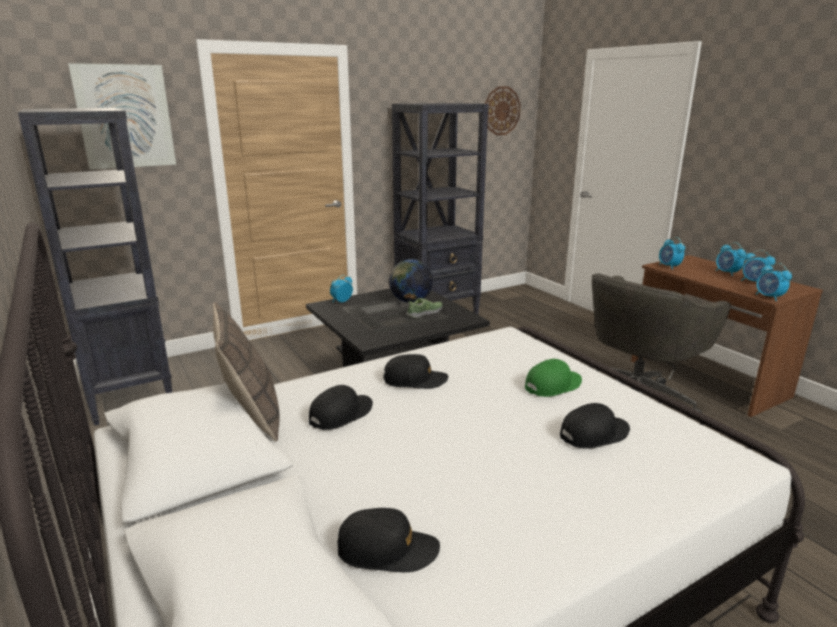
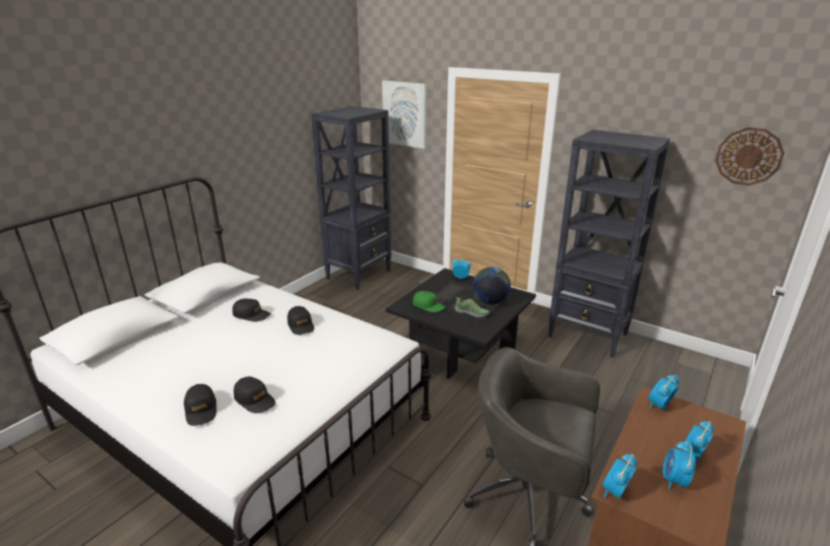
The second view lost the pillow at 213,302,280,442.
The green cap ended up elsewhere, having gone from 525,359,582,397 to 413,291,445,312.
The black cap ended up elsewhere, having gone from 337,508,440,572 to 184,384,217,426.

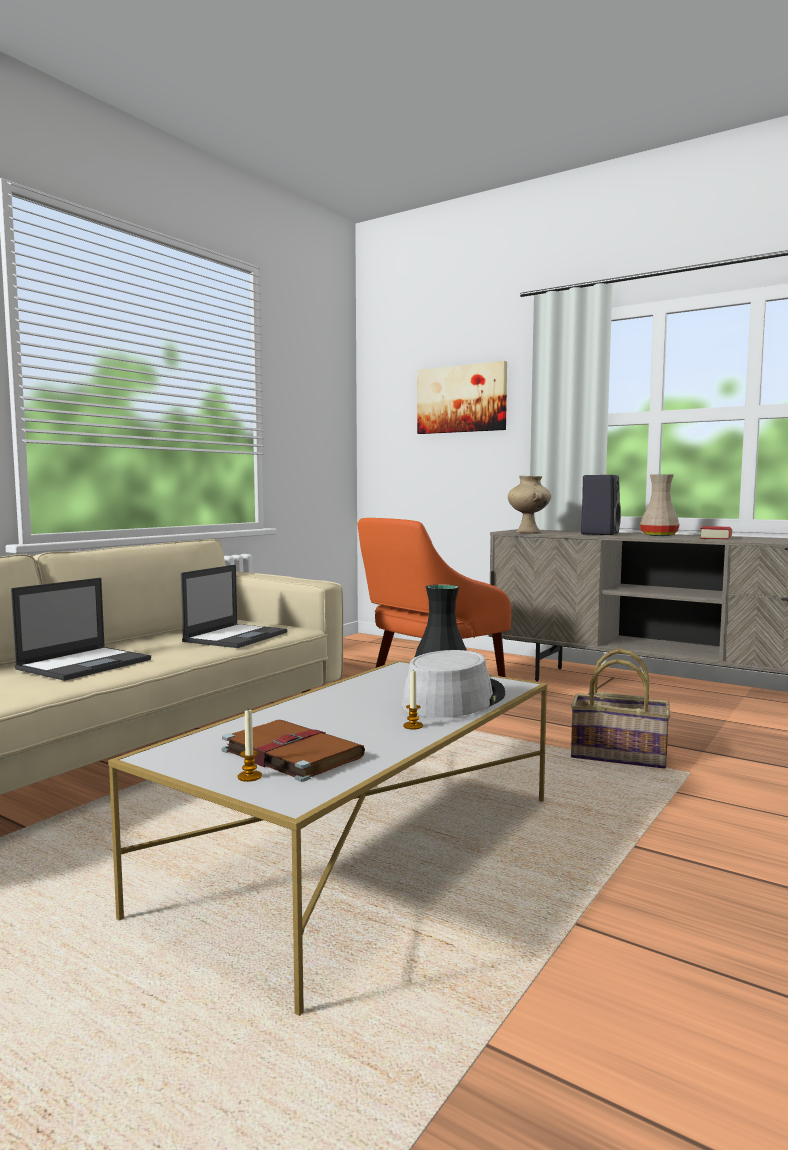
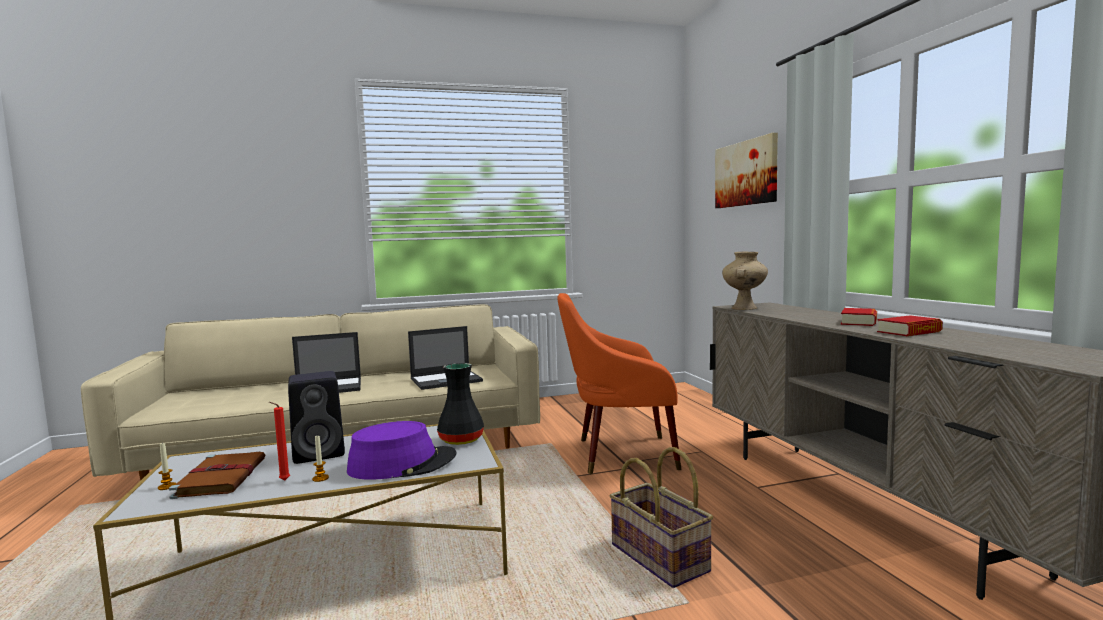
Where the beige vase stood at 640,474,680,536, the book came to stand at 841,308,877,326.
The black speaker ended up elsewhere, having gone from 581,475,621,535 to 288,371,345,464.
What was the grey hat at 402,650,506,718 turned into the purple hat at 347,421,457,480.
The second view gained the red candle at 269,402,290,480.

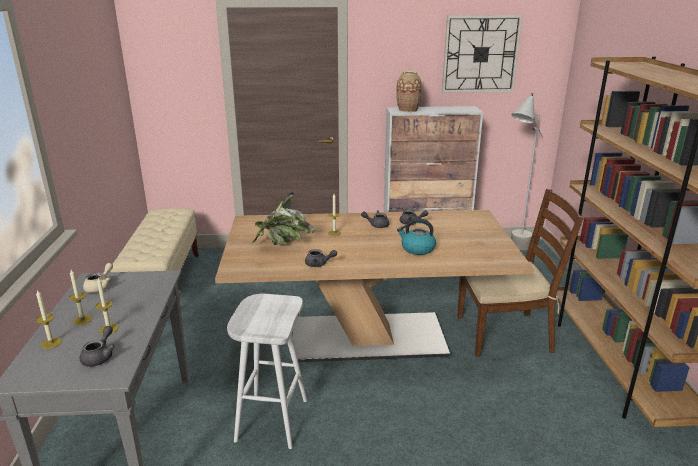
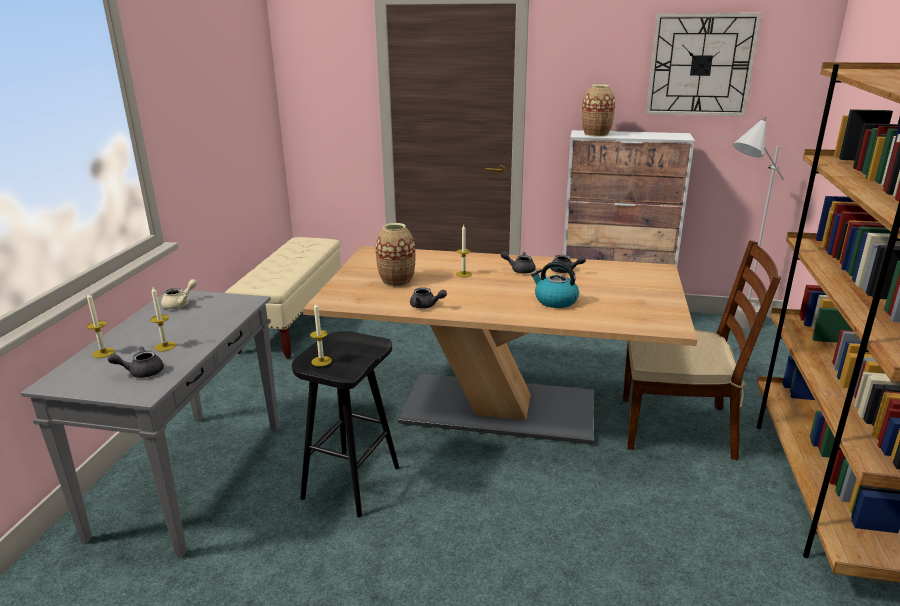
Where the potted plant stood at 252,192,315,245, the vase came to stand at 376,223,415,287.
The candle ended up elsewhere, having gone from 69,270,93,325 to 310,303,332,367.
What was the white stool at 227,294,307,449 turned into the black stool at 292,331,399,517.
The grey teapot at 80,326,115,367 ended up facing another way, 135 degrees counterclockwise from before.

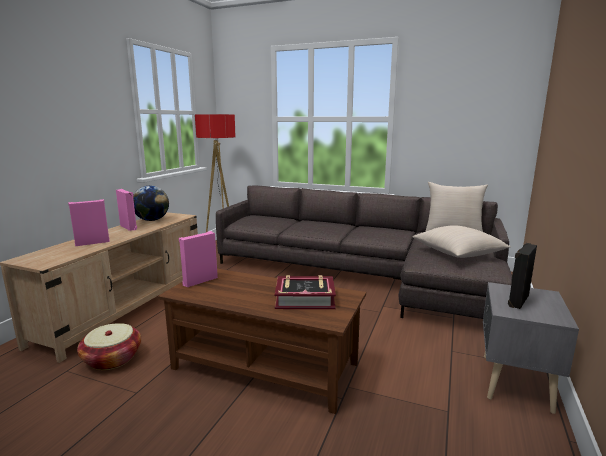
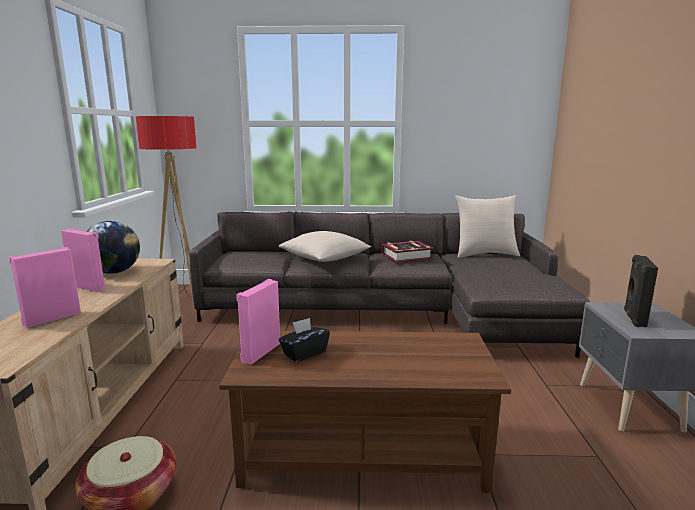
The beige pillow ended up elsewhere, having gone from 413,225,511,258 to 278,231,371,262.
The book ended up elsewhere, having gone from 275,275,336,309 to 382,241,434,263.
The second view gained the black tissue box at 279,318,330,362.

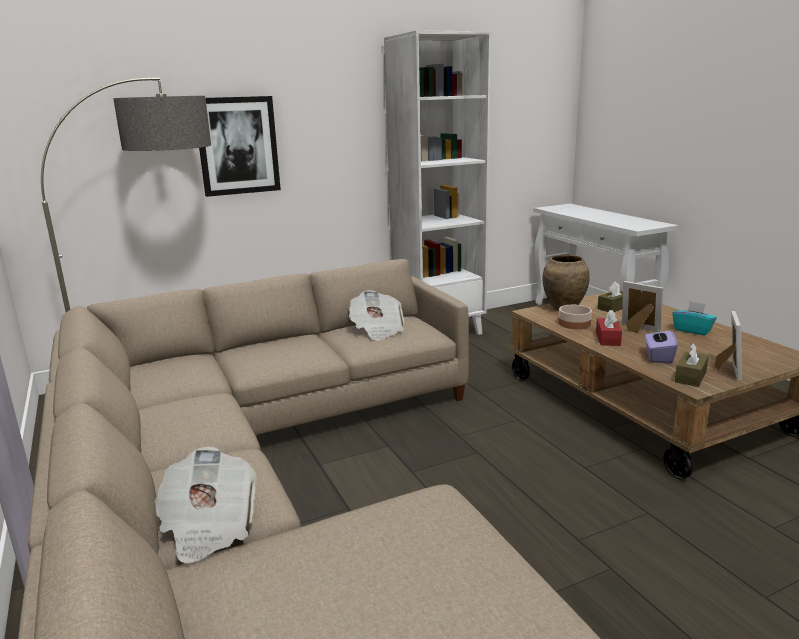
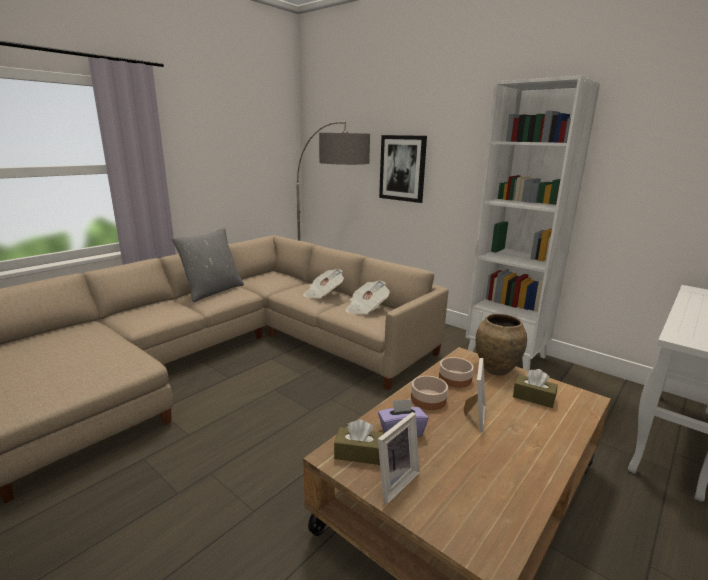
The second view lost the turquoise tissue box at 672,301,717,335.
Where the red tissue box stood at 596,310,622,346, the bowl came to stand at 411,376,448,410.
The picture frame at 715,311,742,381 ended up facing another way, 45 degrees counterclockwise from before.
The newspaper ended up elsewhere, having gone from 154,447,257,564 to 303,269,344,299.
The second view gained the grey pillow at 171,228,244,303.

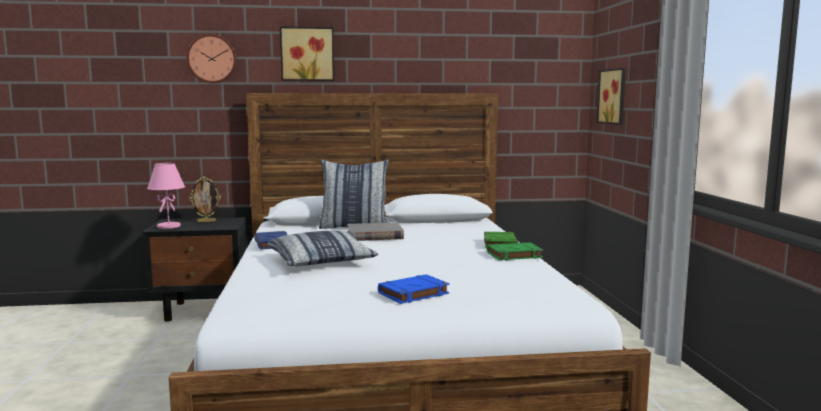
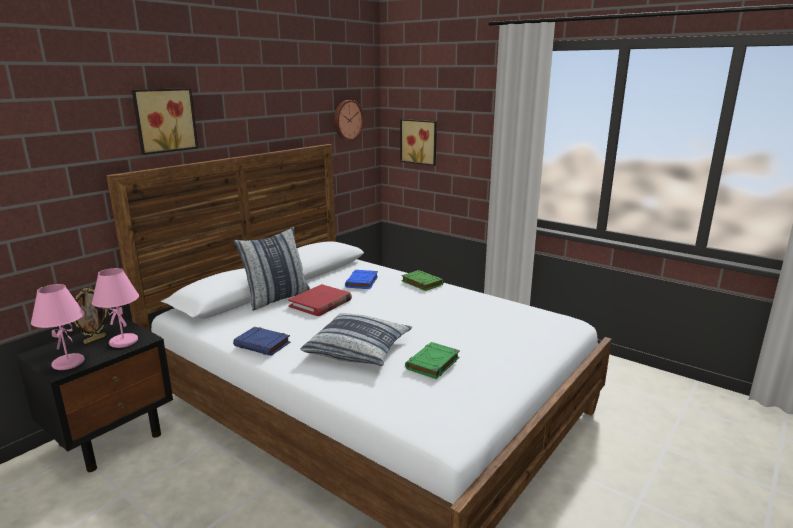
The wall clock ended up elsewhere, having gone from 187,34,237,83 to 334,100,364,141.
What was the grey book at 347,222,404,241 turned into the red book at 288,284,352,316.
The green book ended up elsewhere, having gone from 487,242,543,260 to 405,342,460,379.
The blue book ended up elsewhere, having gone from 378,274,449,304 to 345,270,378,289.
The second view gained the pink table lamp at 92,268,139,348.

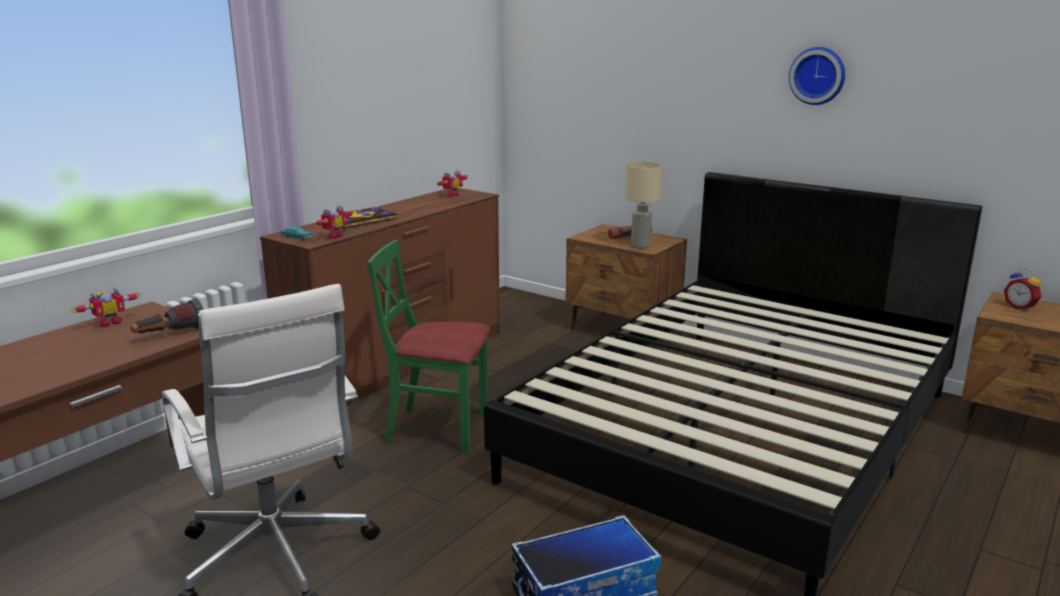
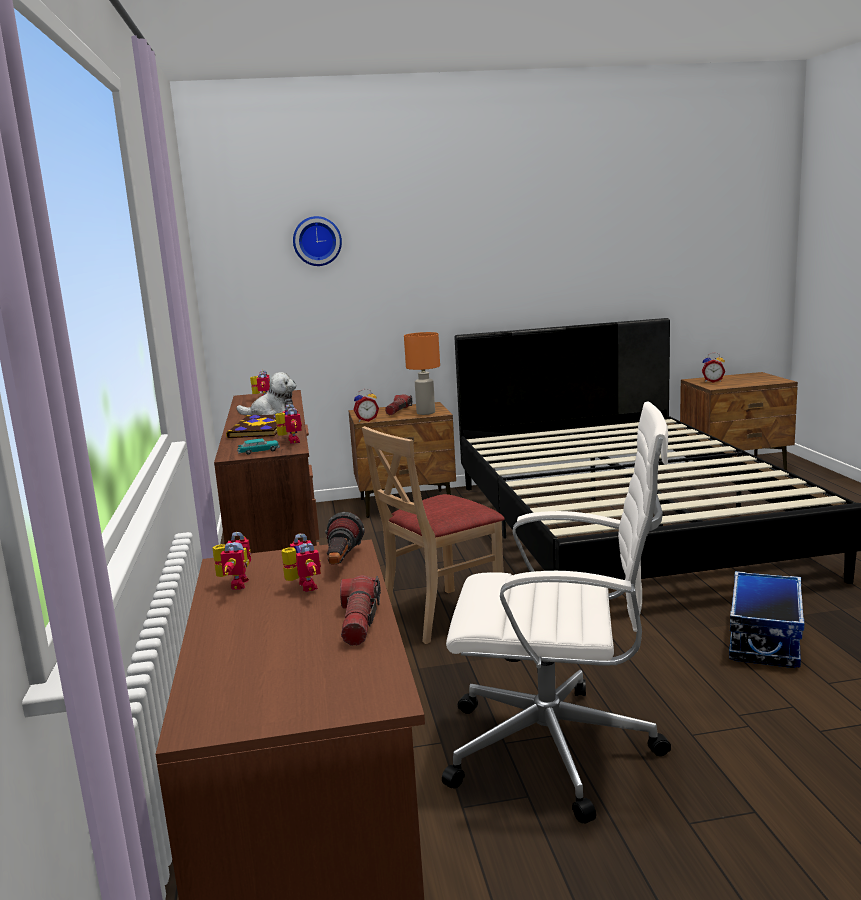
The wall clock ended up elsewhere, having gone from 789,47,845,105 to 293,216,342,266.
What was the beige table lamp at 625,161,663,249 turned into the orange table lamp at 404,332,440,415.
What was the green chair at 367,240,490,454 turned into the beige chair at 362,426,505,644.
The second view gained the plush toy at 236,372,296,415.
The second view gained the alarm clock at 353,389,379,422.
The second view gained the toy robot at 281,533,321,592.
The second view gained the flashlight at 340,575,381,646.

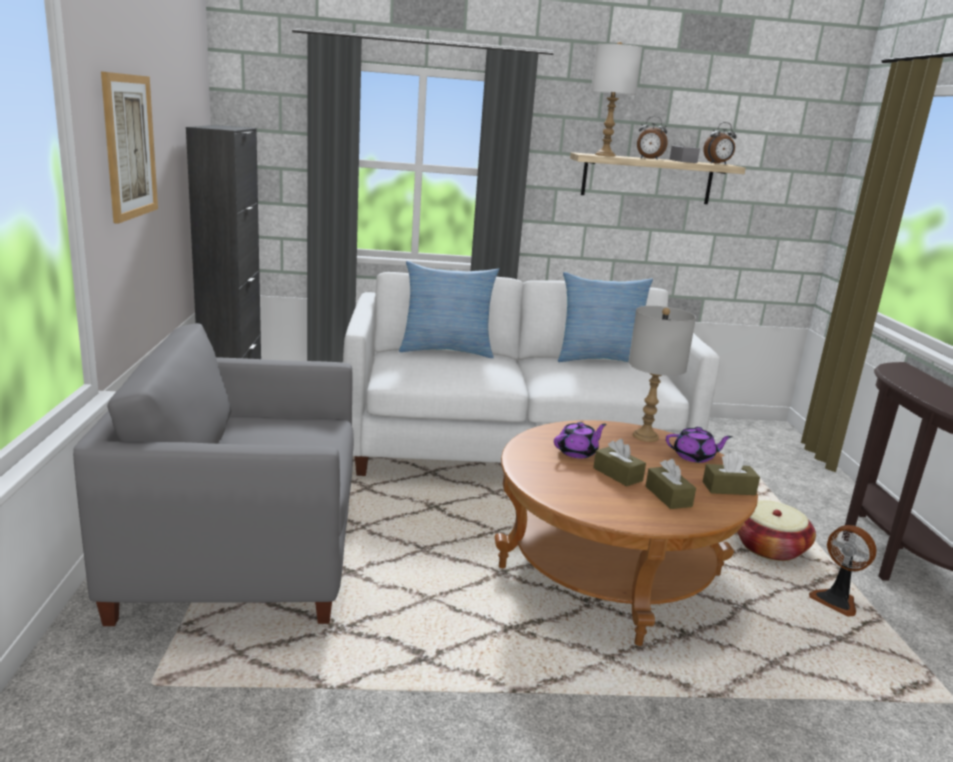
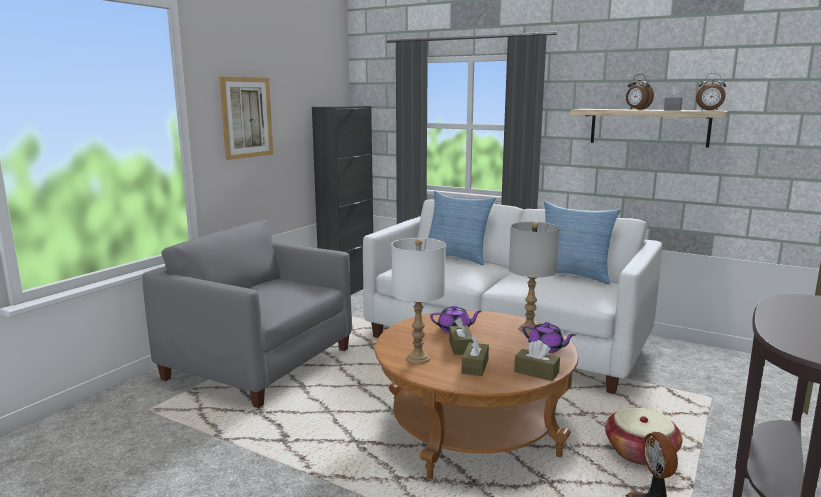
The white table lamp ended up elsewhere, having gone from 591,42,642,157 to 391,238,446,364.

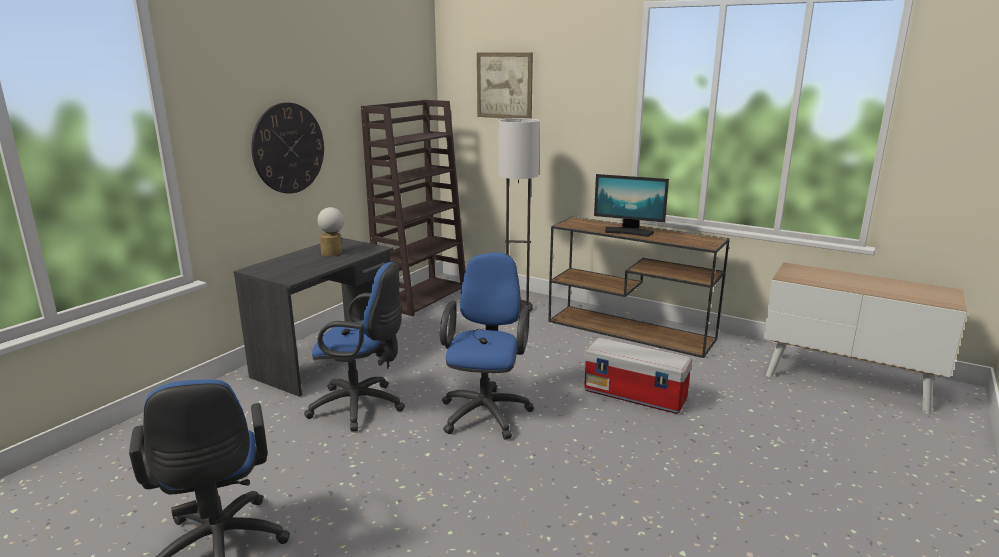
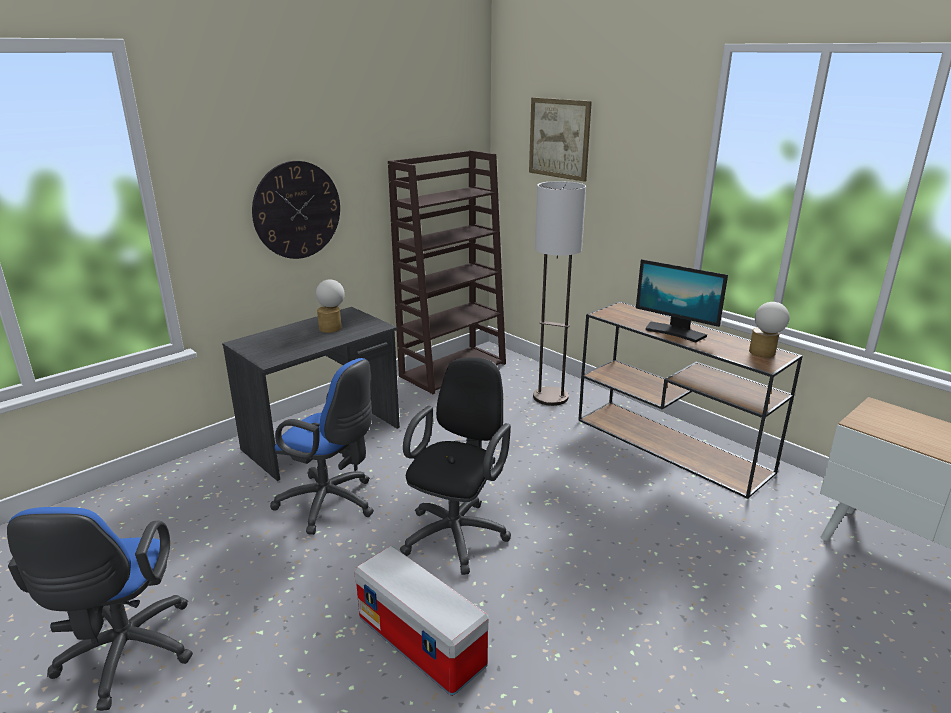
What was the blue office chair at 440,252,534,440 turned into the black office chair at 400,357,511,575.
The storage box ended up elsewhere, having gone from 584,337,692,414 to 354,546,488,696.
The second view gained the table lamp at 749,302,790,357.

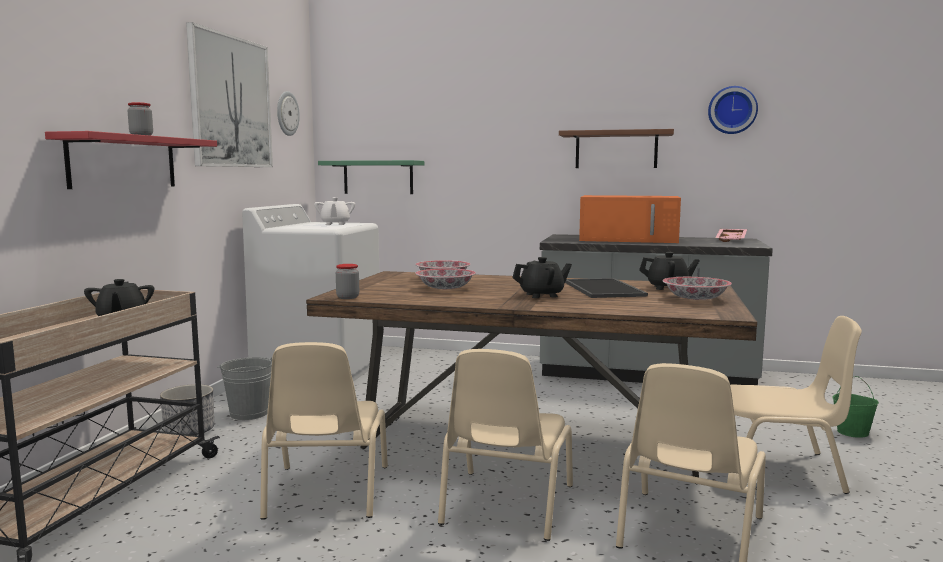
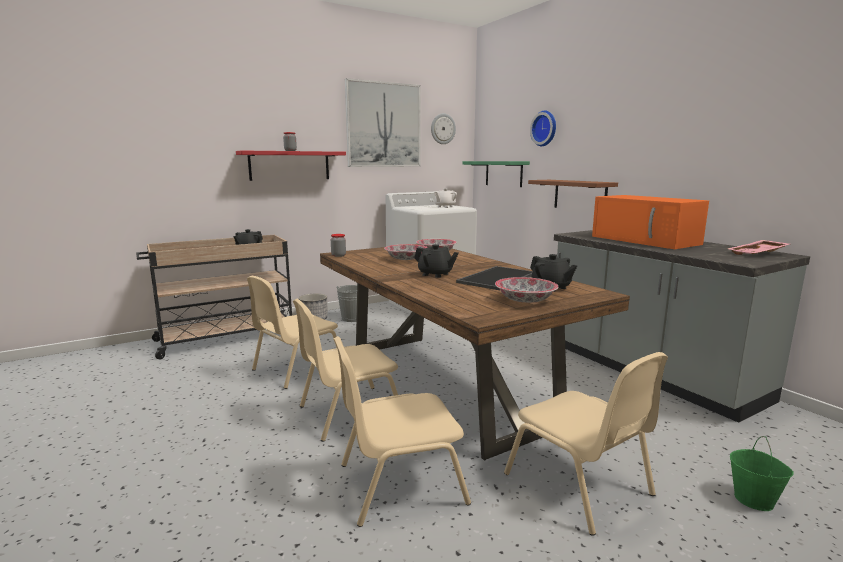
The wall clock ended up elsewhere, having gone from 708,86,758,134 to 530,111,556,146.
The brown shelf ended up elsewhere, having gone from 559,129,674,168 to 528,180,618,208.

